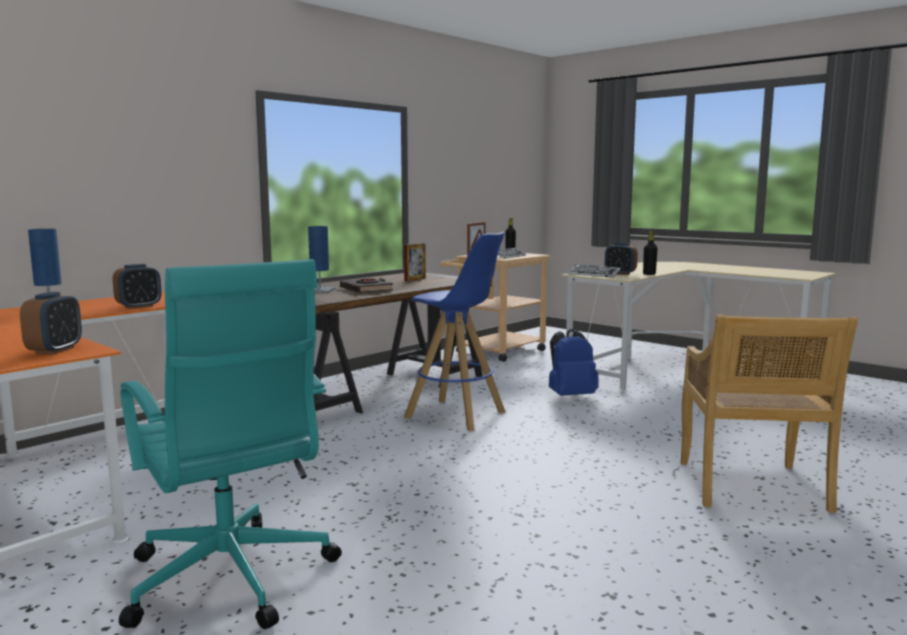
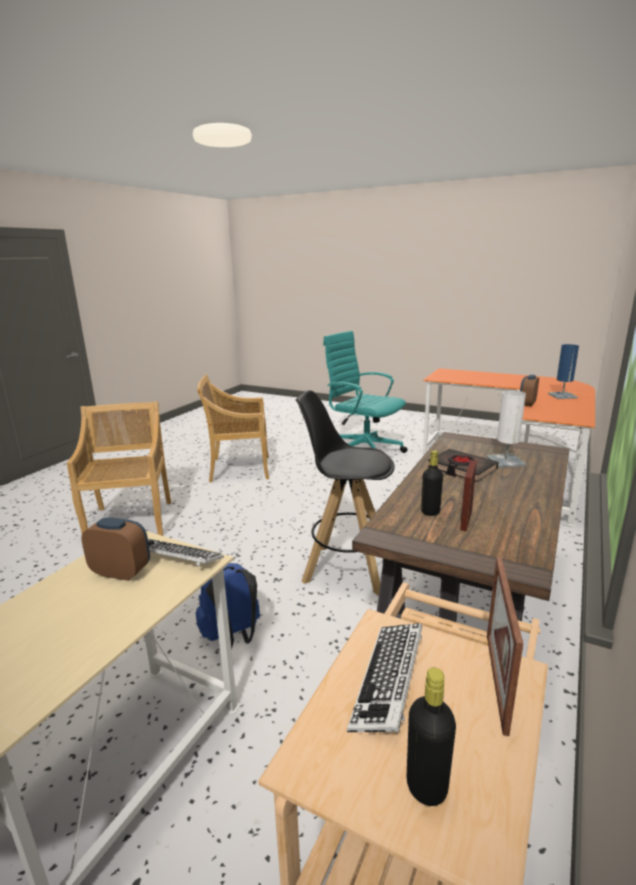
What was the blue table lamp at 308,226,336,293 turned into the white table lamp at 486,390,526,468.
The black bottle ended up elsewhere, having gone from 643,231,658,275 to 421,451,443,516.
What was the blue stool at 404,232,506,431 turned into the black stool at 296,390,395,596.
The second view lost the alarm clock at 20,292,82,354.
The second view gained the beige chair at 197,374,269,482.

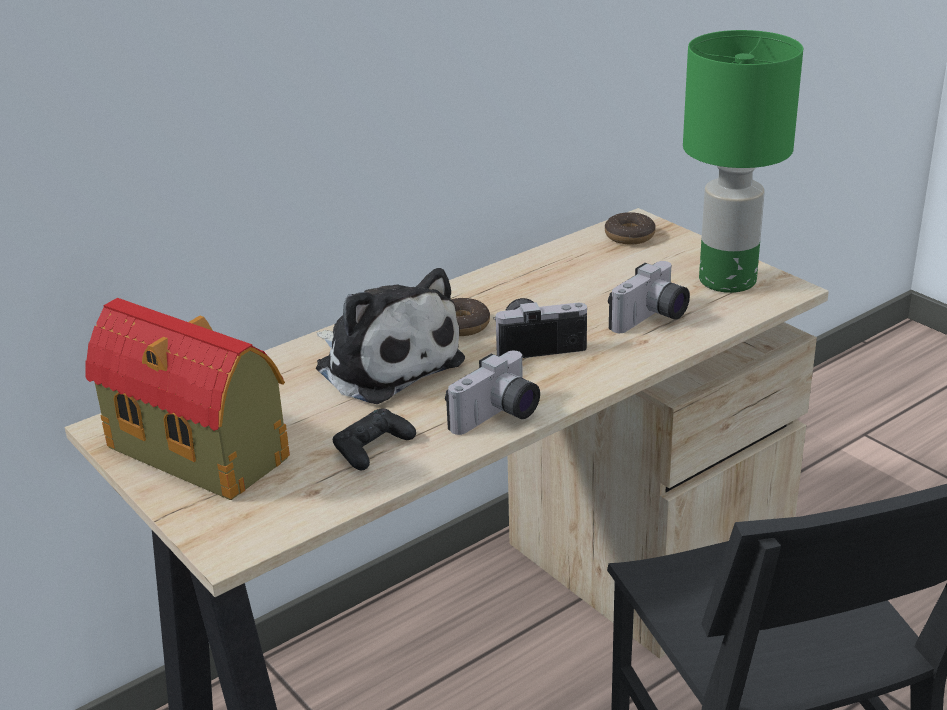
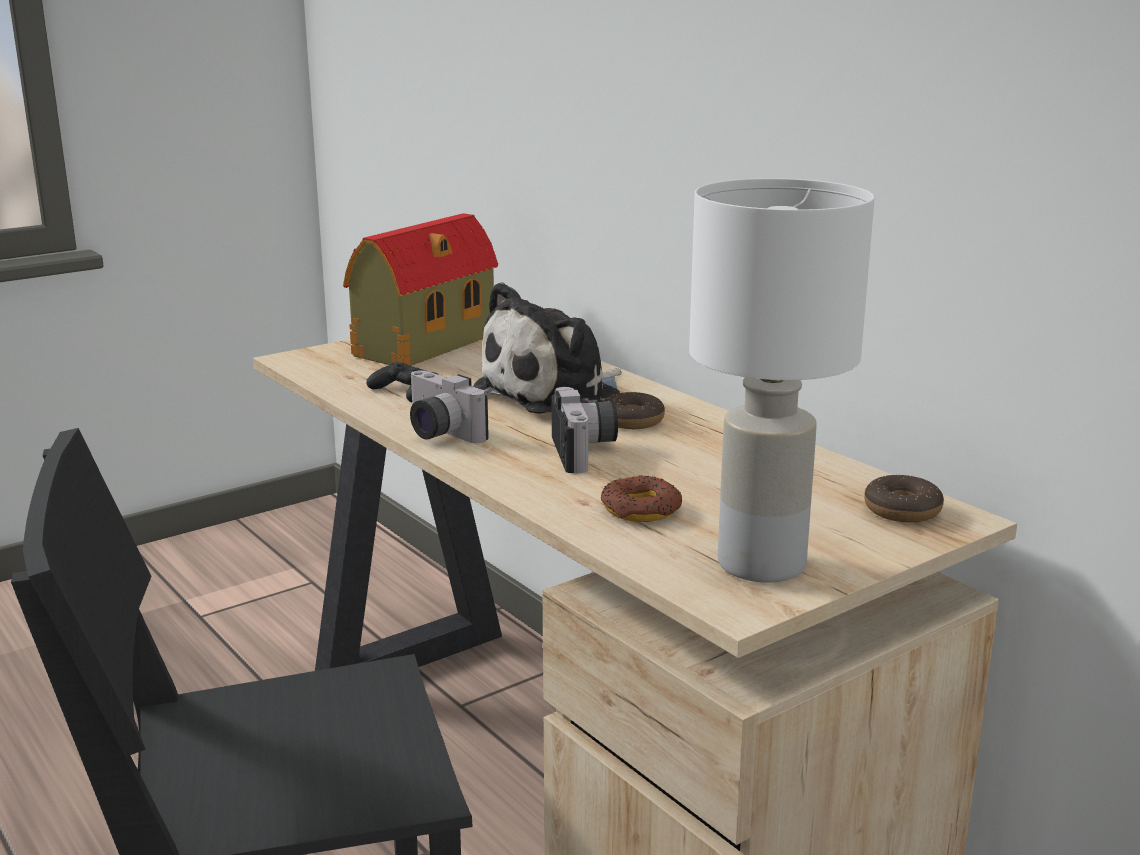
What was the green table lamp at 683,30,803,293 turned into the white table lamp at 689,178,875,582.
Where the photo camera stood at 608,261,690,333, the donut came to stand at 601,475,682,522.

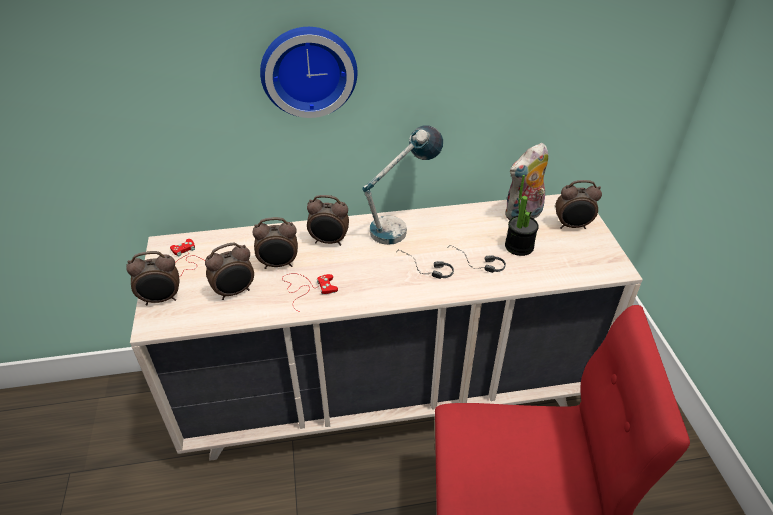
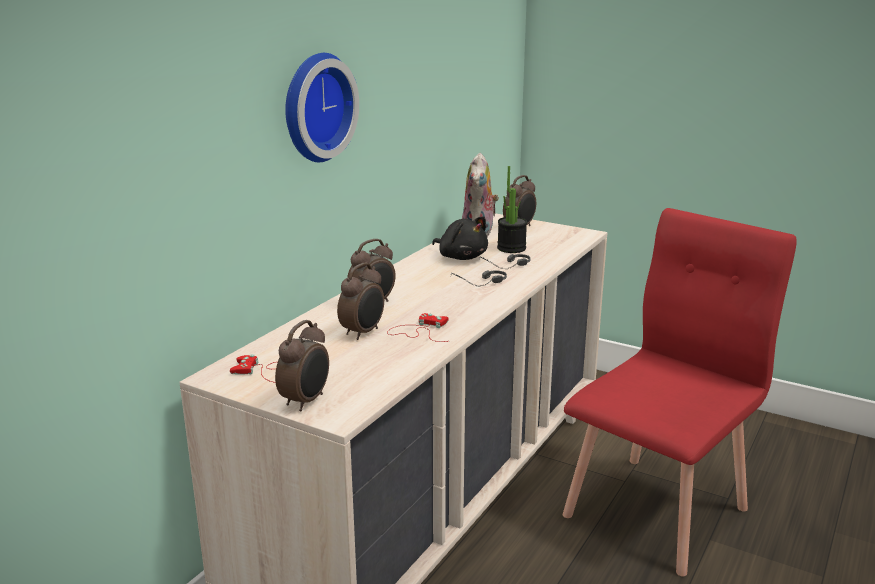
The second view lost the table lamp at 362,125,443,245.
The second view lost the alarm clock at 205,243,254,300.
The second view gained the black plush toy at 432,216,488,260.

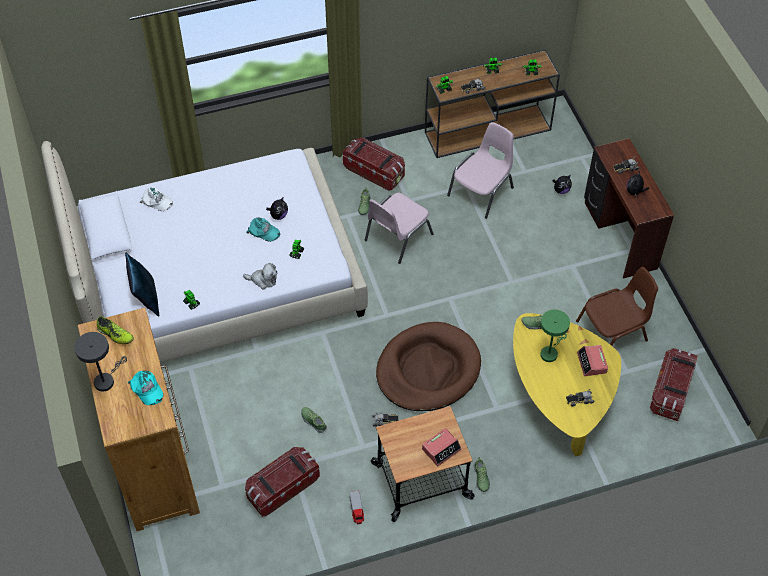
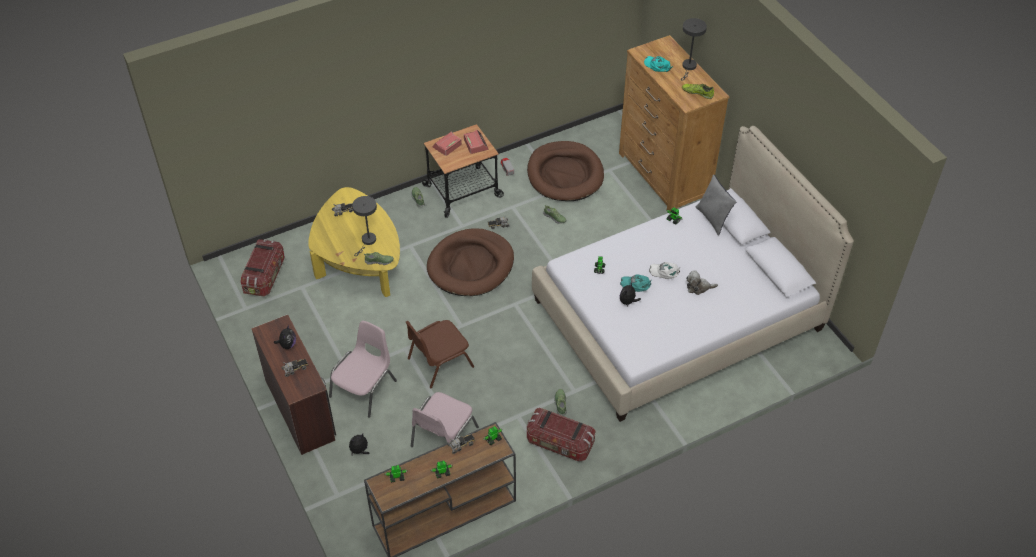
The white cap ended up elsewhere, having gone from 140,188,173,211 to 649,262,680,279.
The pink chair ended up elsewhere, having gone from 365,193,433,264 to 329,321,397,418.
What was the blue pillow at 125,253,159,317 turned into the grey pillow at 696,174,737,236.
The plush toy ended up elsewhere, having gone from 243,263,277,290 to 686,270,718,295.
The brown chair ended up elsewhere, having gone from 576,267,658,346 to 406,320,474,388.
What was the green table lamp at 540,310,570,362 turned into the grey table lamp at 352,196,377,256.
The alarm clock ended up elsewhere, having gone from 577,345,608,376 to 464,130,488,154.
Where the storage box stood at 245,447,320,517, the brown dog bed came to stand at 527,141,604,201.

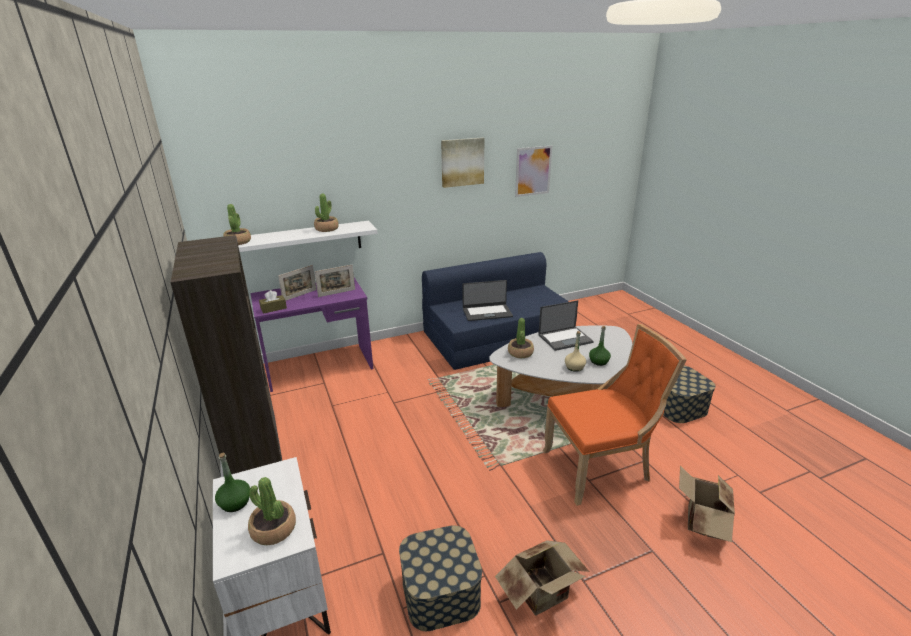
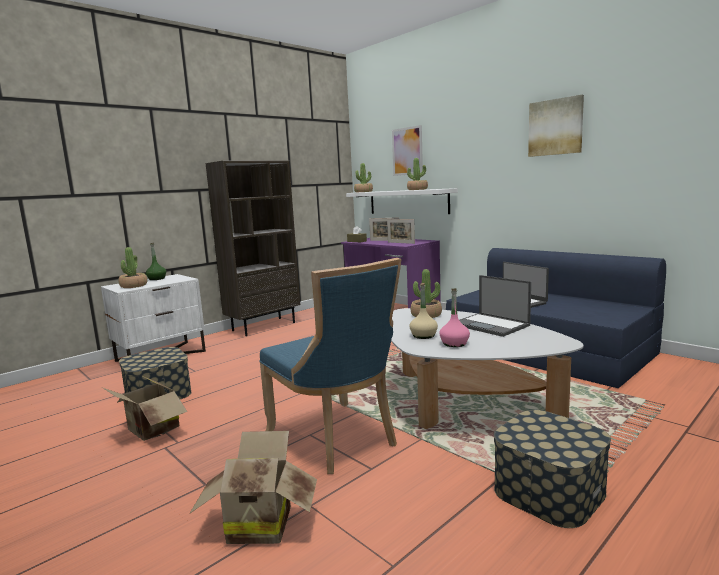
The picture ended up elsewhere, having gone from 515,146,552,197 to 392,125,423,176.
What was the orange chair at 543,324,687,506 turned into the blue chair at 259,258,401,474.
What was the green bottle at 589,326,611,366 turned into the pink bottle at 439,288,470,347.

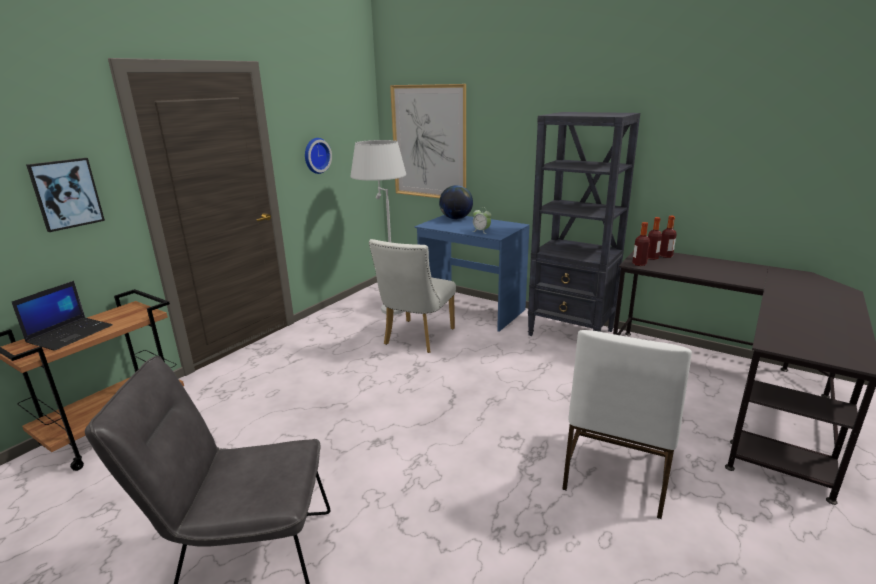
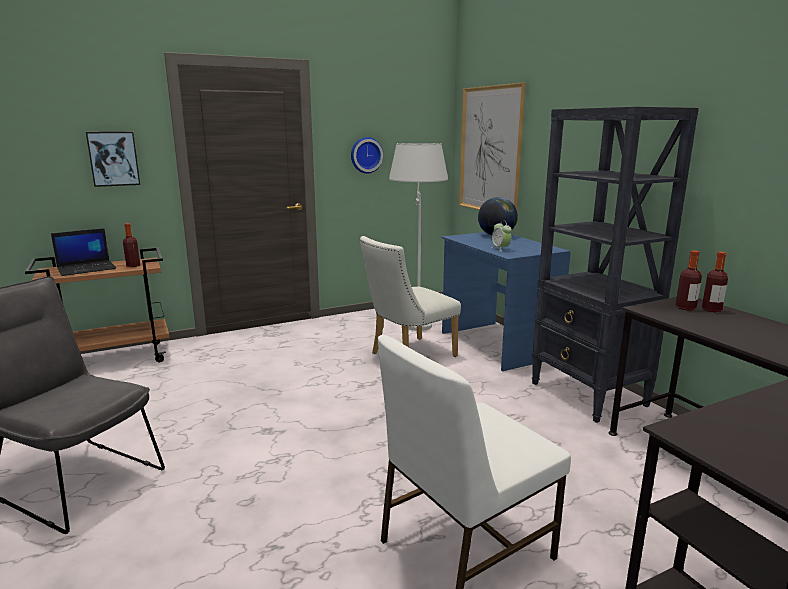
The bottle ended up elsewhere, having gone from 632,222,650,266 to 123,223,140,267.

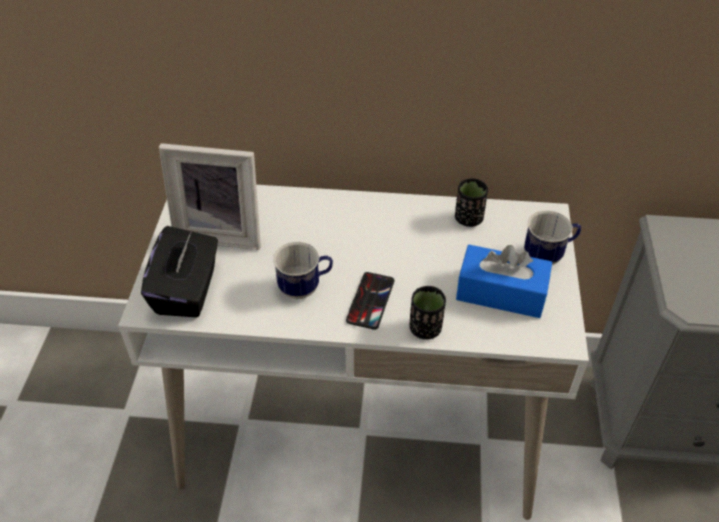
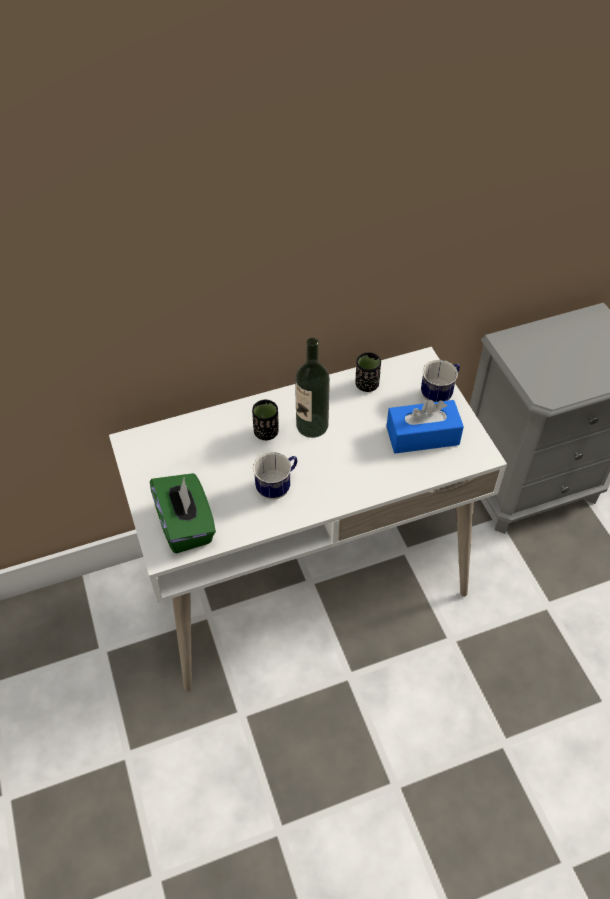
The second view lost the picture frame at 159,143,261,250.
What was the black tissue box at 141,226,218,317 turned into the green tissue box at 150,473,216,553.
The second view lost the phone at 346,272,395,330.
The black cup ended up elsewhere, having gone from 409,286,446,340 to 252,400,279,440.
The second view gained the bottle at 295,338,330,438.

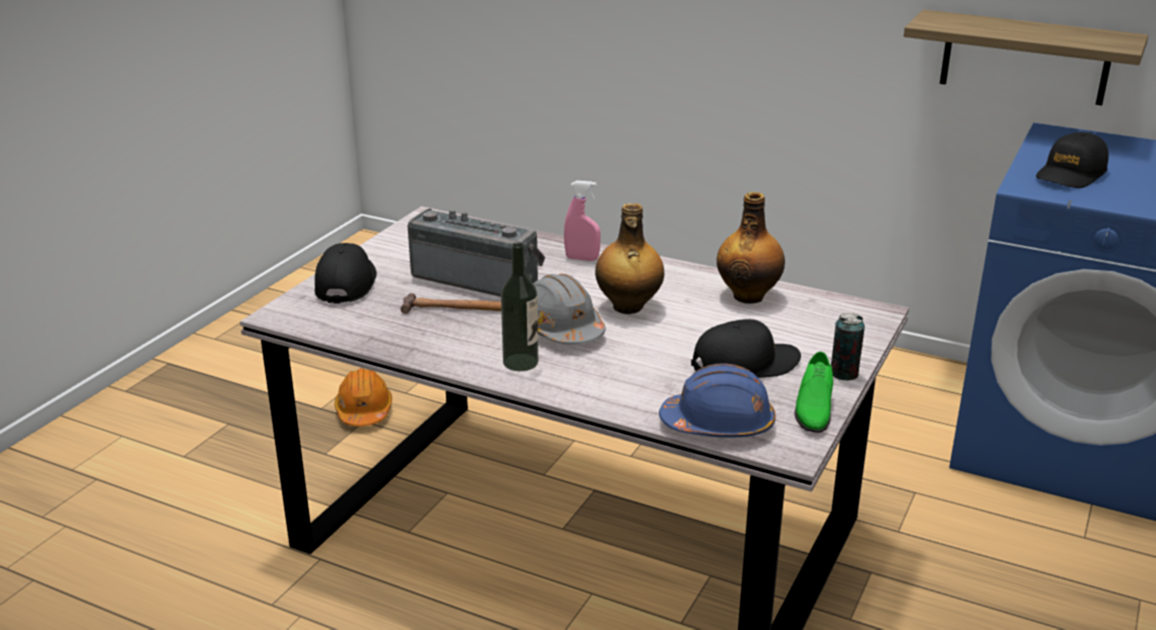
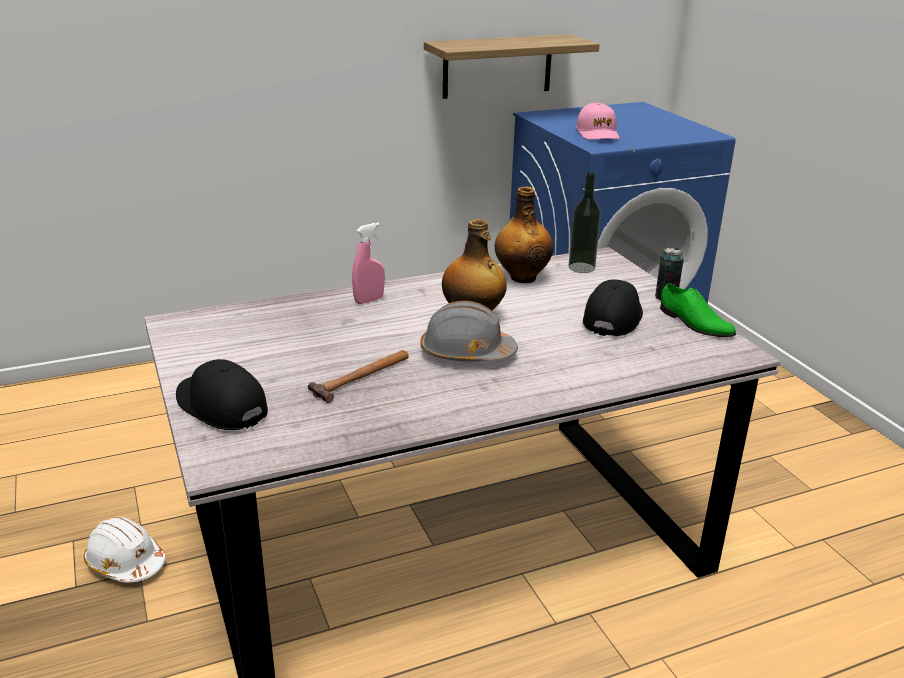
What was the black cap at 1036,132,1109,188 turned into the pink cap at 576,103,619,140.
The second view lost the radio at 408,209,545,297.
The bottle ended up elsewhere, having gone from 501,242,538,371 to 569,172,601,273.
The second view lost the blue hard hat at 659,363,776,438.
What was the orange hard hat at 334,368,392,426 turned into the white hard hat at 84,517,166,582.

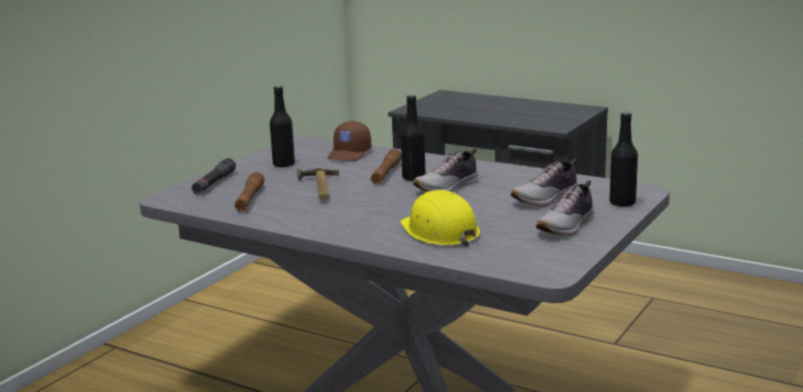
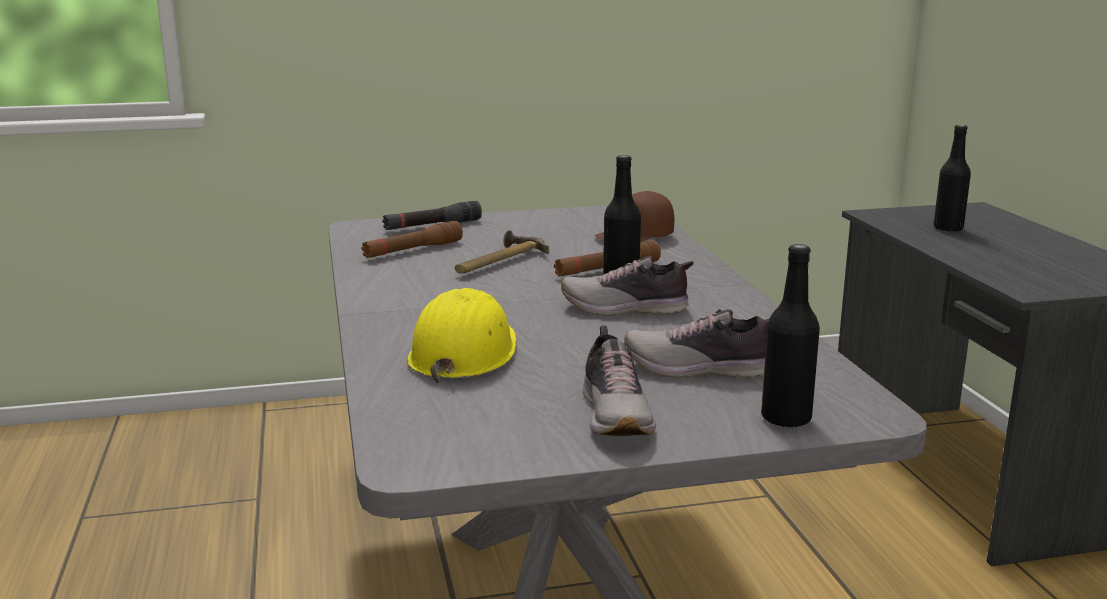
The black bottle ended up elsewhere, having gone from 270,86,295,167 to 934,125,971,231.
The shoe at 536,180,594,236 ended up facing another way, 90 degrees counterclockwise from before.

